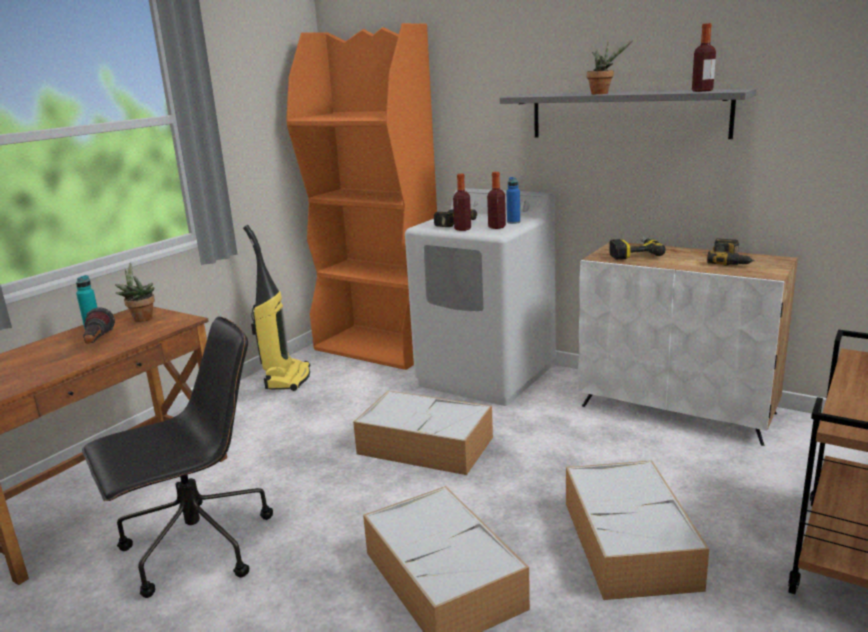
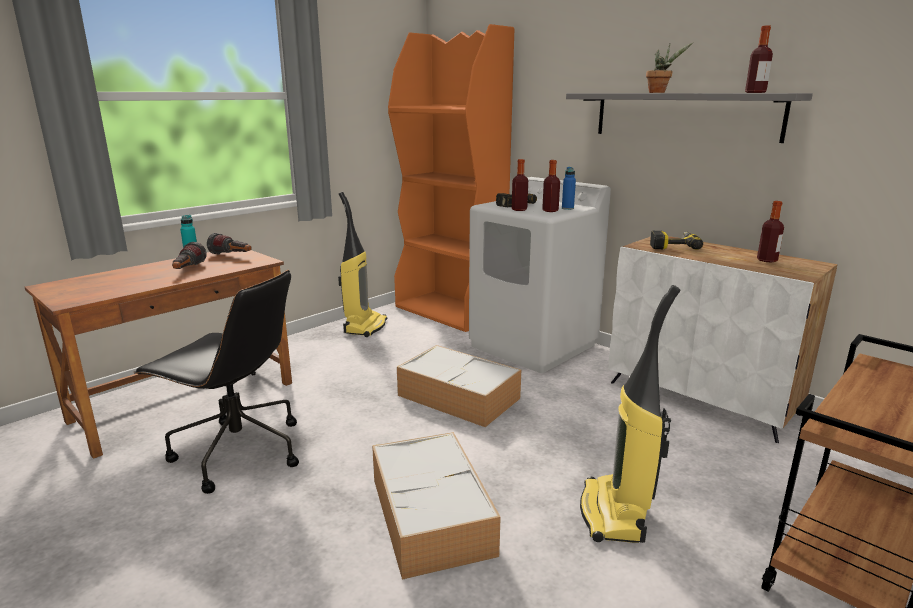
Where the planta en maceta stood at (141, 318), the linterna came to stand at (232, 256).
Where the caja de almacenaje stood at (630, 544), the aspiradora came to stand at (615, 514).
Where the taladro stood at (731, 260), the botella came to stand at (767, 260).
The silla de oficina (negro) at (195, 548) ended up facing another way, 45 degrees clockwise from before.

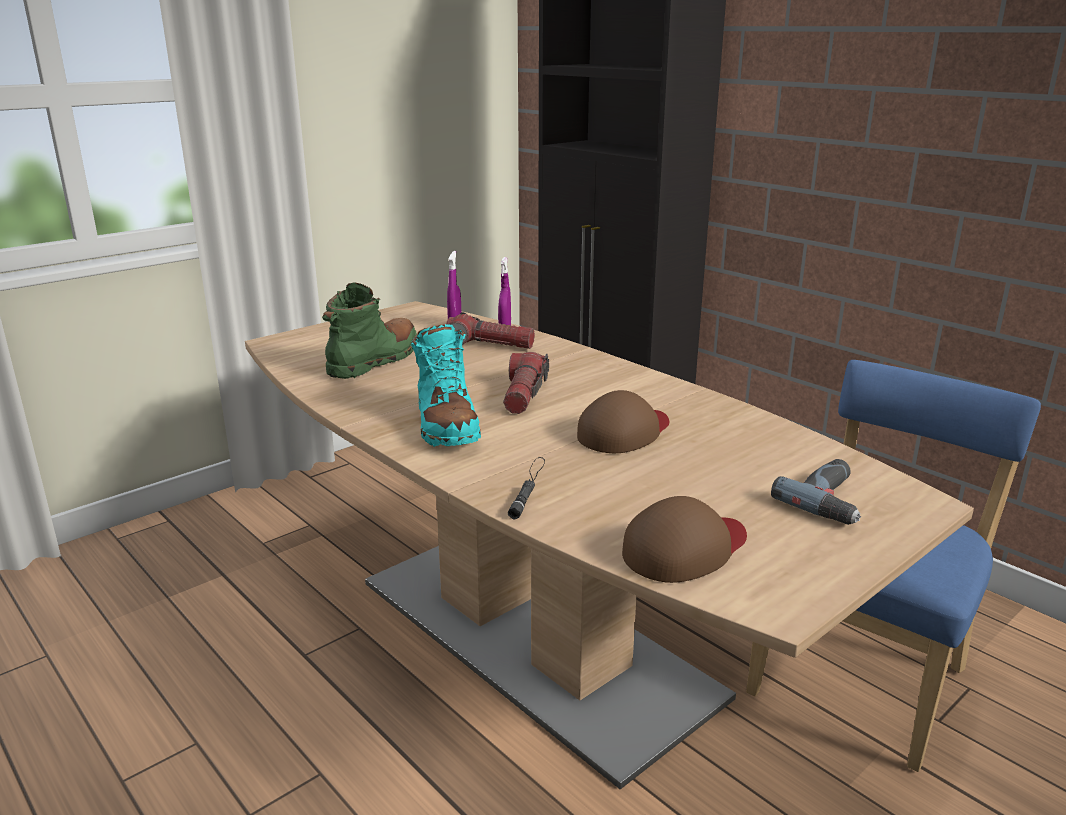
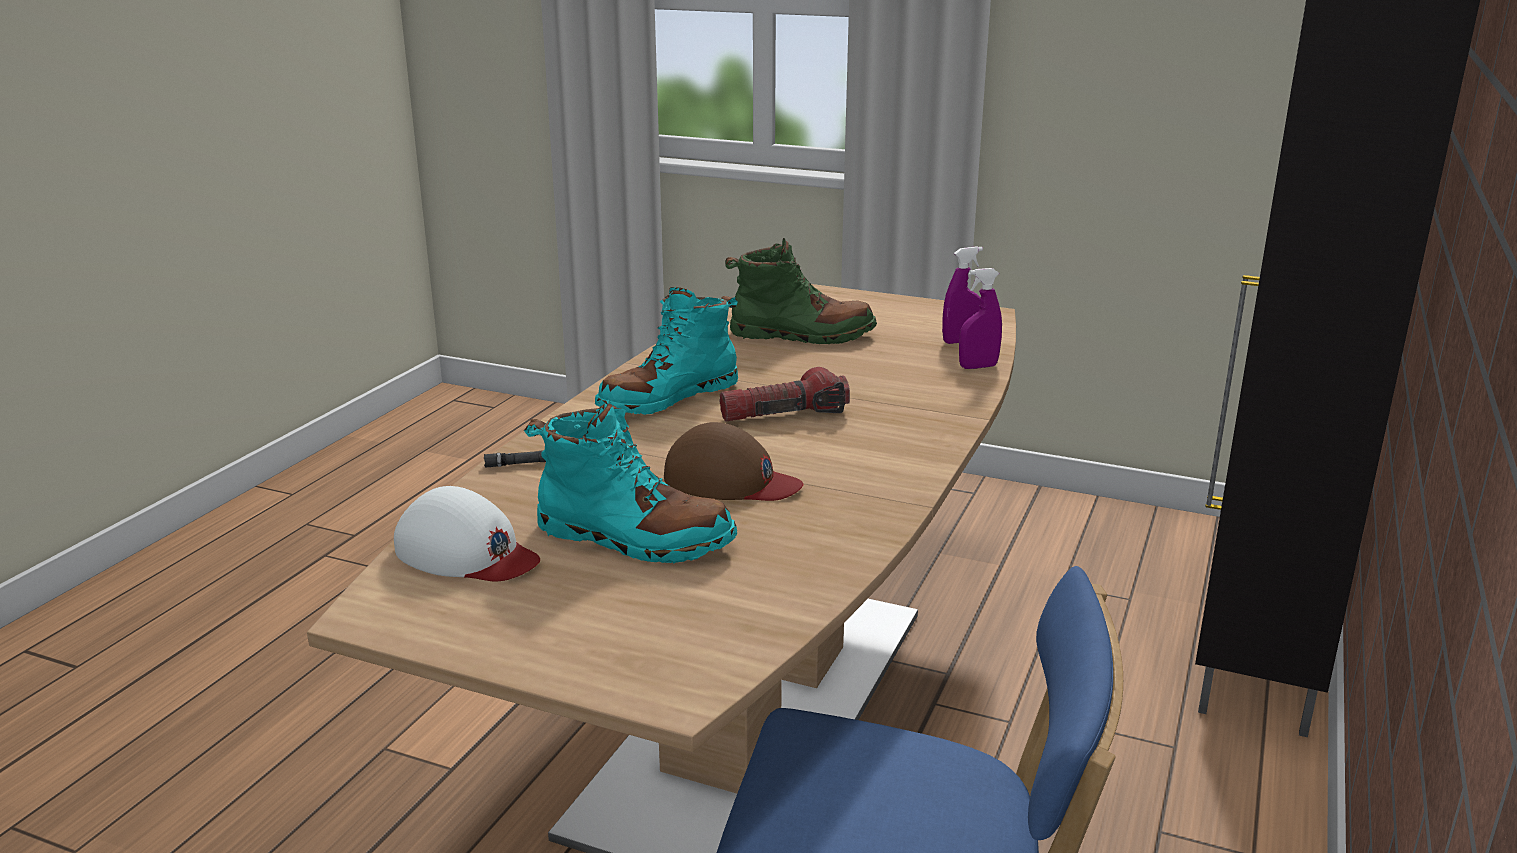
The second view lost the linterna at (490, 344).
The second view lost the taladro at (832, 501).
The second view gained the bota (turquesa) at (633, 538).
What was the gorra (marrón) at (685, 549) turned into the gorra (blanco) at (467, 553).

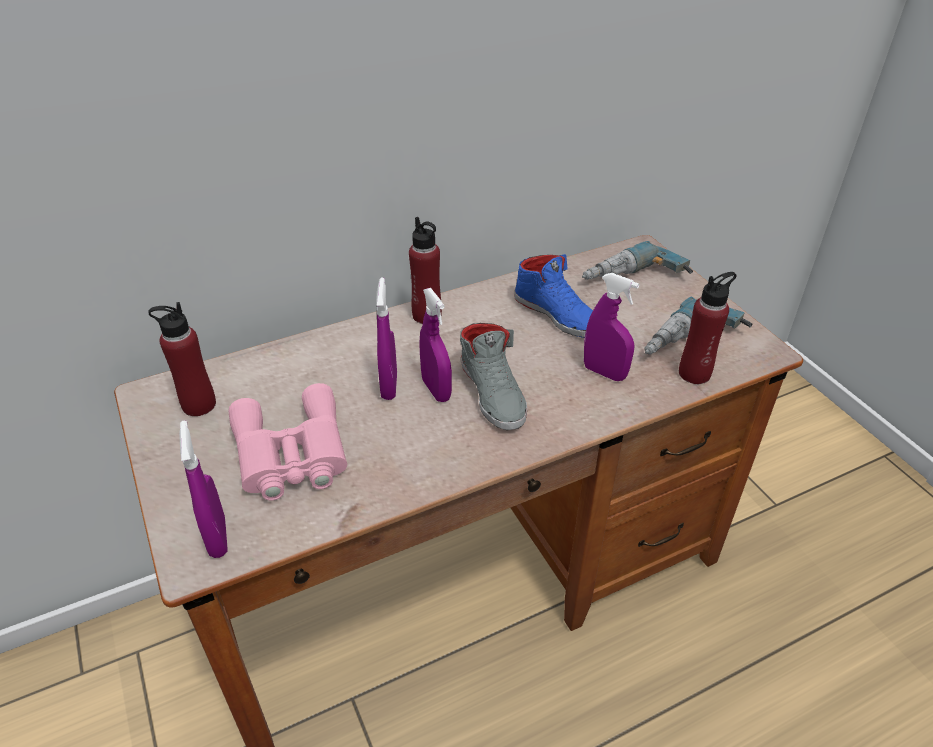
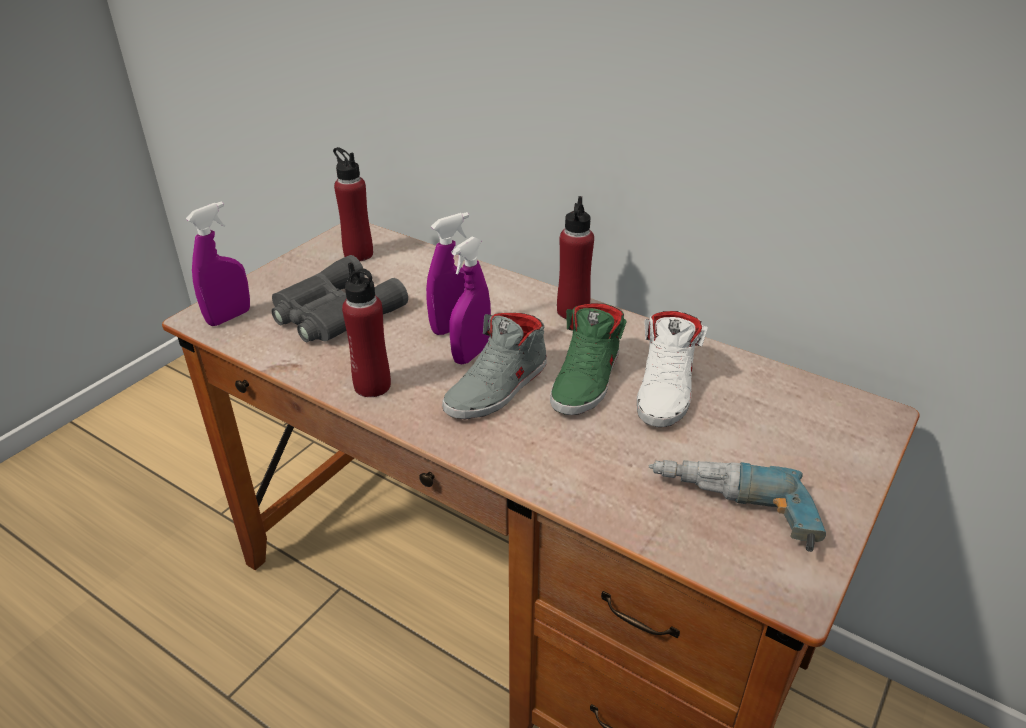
The second view lost the taladro at (635, 280).
The second view lost the pulverizador (morado) at (604, 372).
The second view gained the zapato (verde) at (587, 379).
The botella (rojo) ended up elsewhere, having gone from (694, 373) to (372, 386).
What was the prismáticos (rosa) at (291, 454) turned into the prismáticos (gris) at (334, 313).
What was the zapato (azul) at (558, 314) turned into the zapato (blanco) at (666, 389).

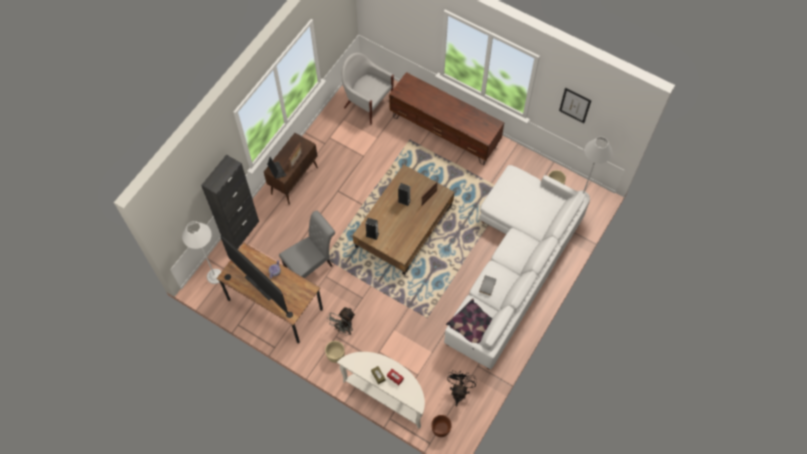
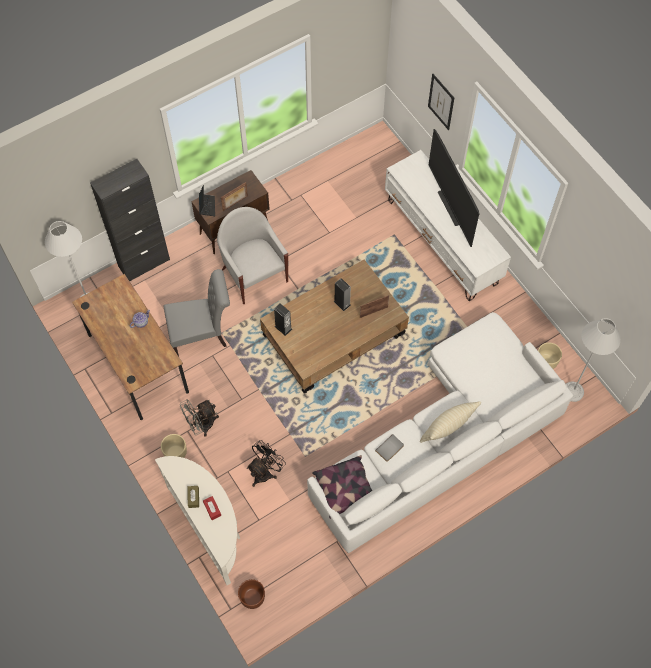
The second view gained the cojín (beis) at (448, 427).
The televisor ended up elsewhere, having gone from (259, 286) to (450, 207).
The sillón (blanco) ended up elsewhere, having gone from (367, 102) to (254, 274).
The ventilador (negro) ended up elsewhere, having gone from (459, 391) to (265, 471).
The cuadro ended up elsewhere, having gone from (575, 105) to (441, 101).
What was the mueble de televisión (marrón) at (445, 131) turned into the mueble de televisión (blanco) at (442, 242).

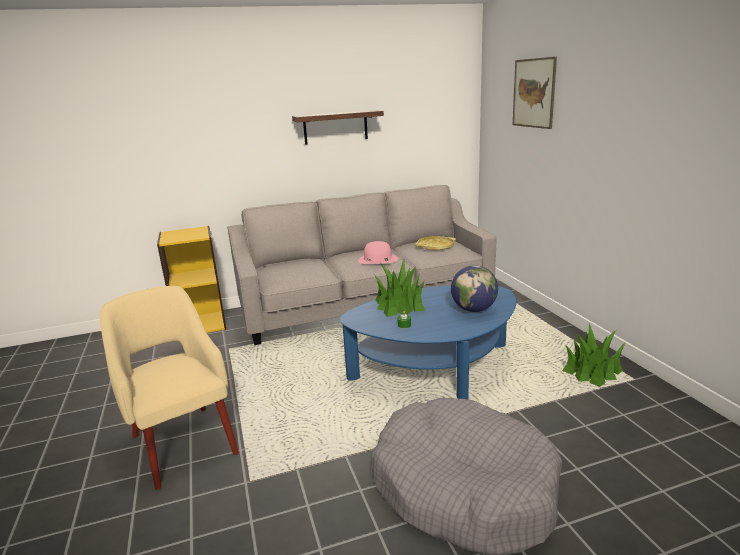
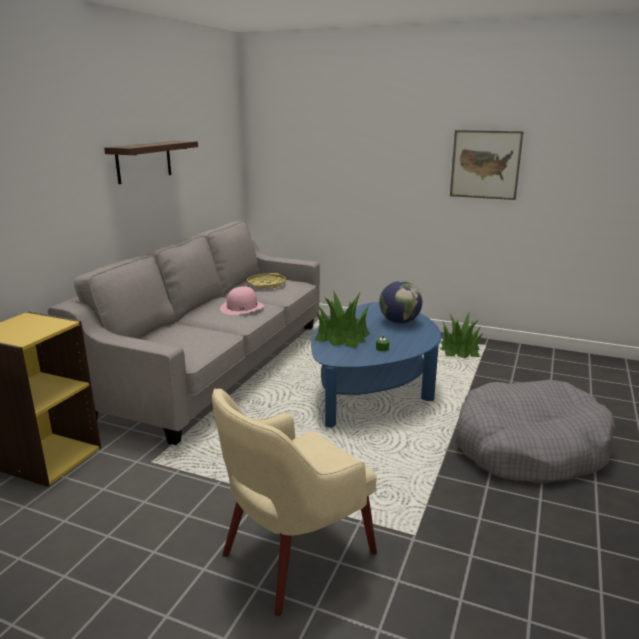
The cuadro ended up elsewhere, having gone from (533, 93) to (485, 164).
The sillón (beis) at (182, 442) ended up facing another way, 45 degrees counterclockwise from before.

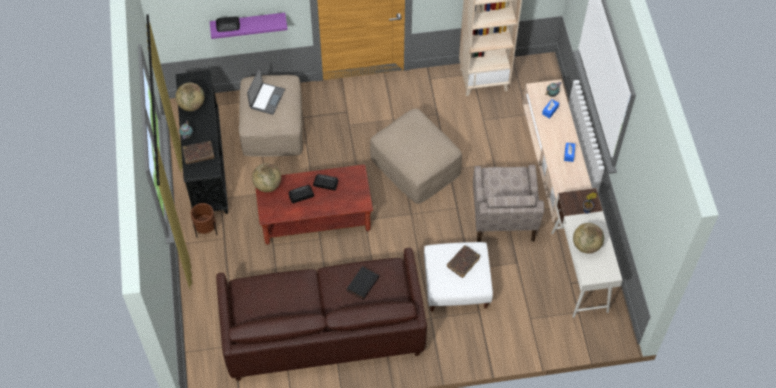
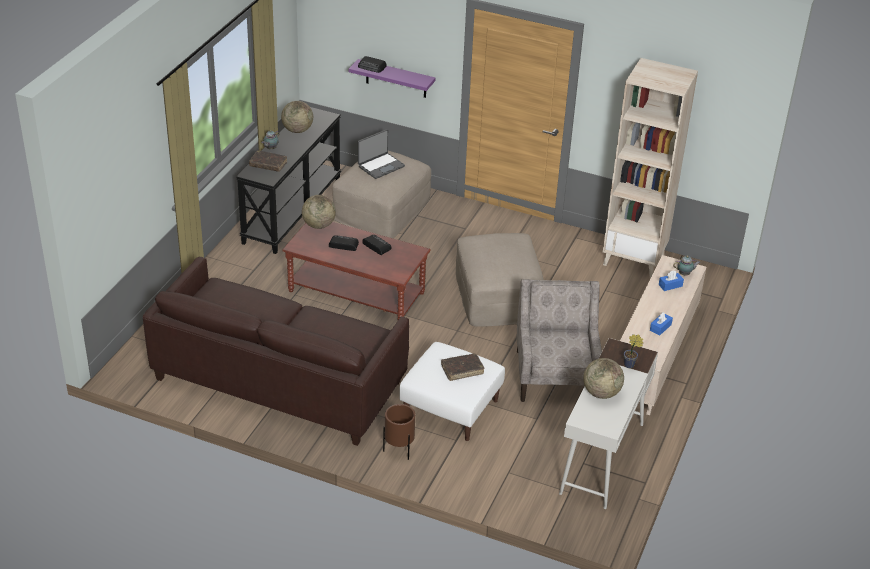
The second view lost the libro (negro) at (362, 283).
The maceta (marrón) ended up elsewhere, having gone from (206, 231) to (398, 450).
The sillón (beis) at (503, 217) ended up facing another way, 150 degrees clockwise from before.

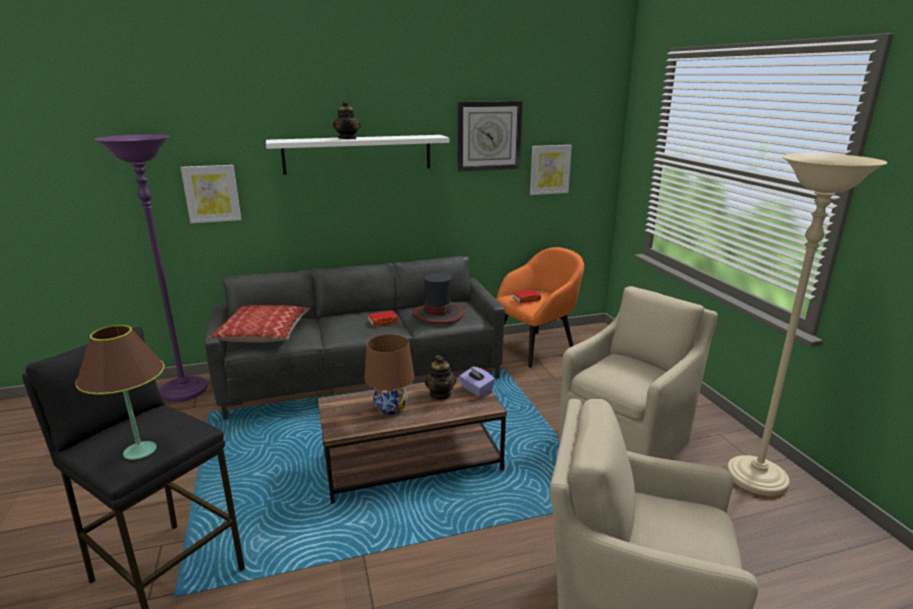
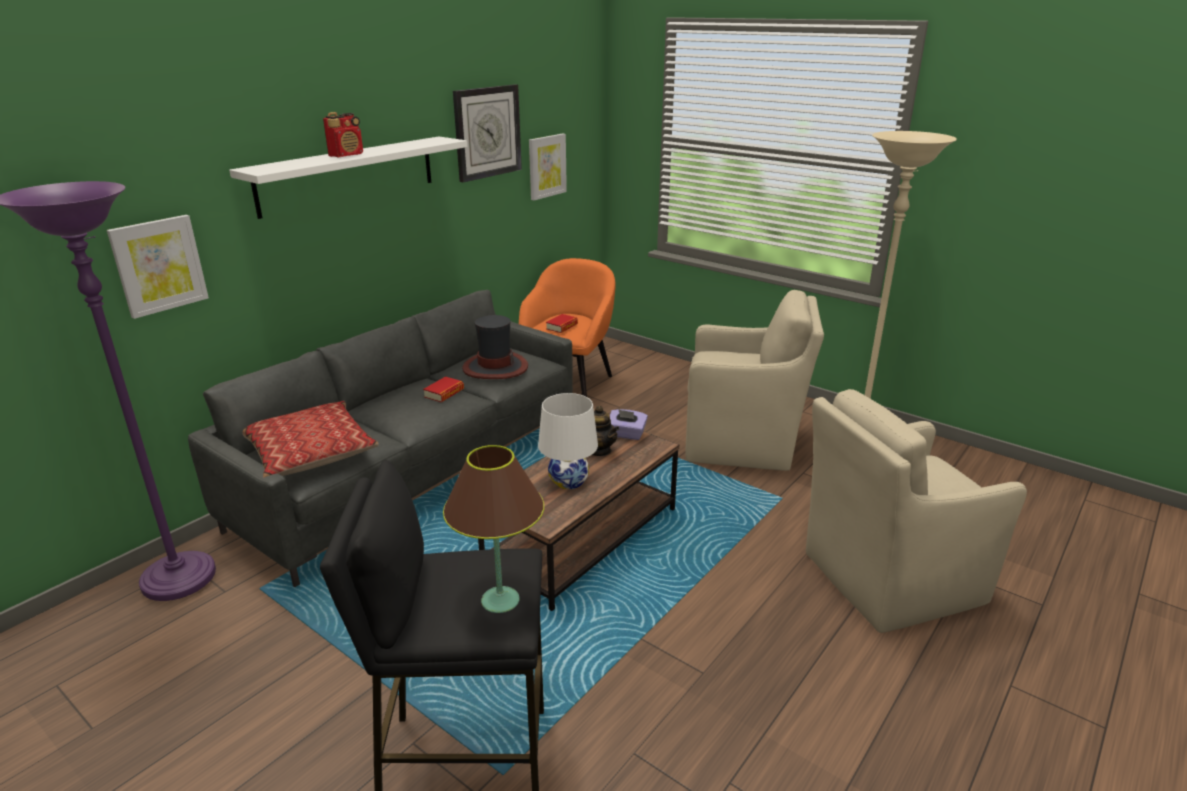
Where the tetera stood at (347, 138), the radio came to stand at (347, 155).
What was the lámpara de mesa (marrón) at (391, 408) turned into the lámpara de mesa (blanco) at (569, 481).
The sillón (beis) at (626, 440) ended up facing another way, 90 degrees clockwise from before.

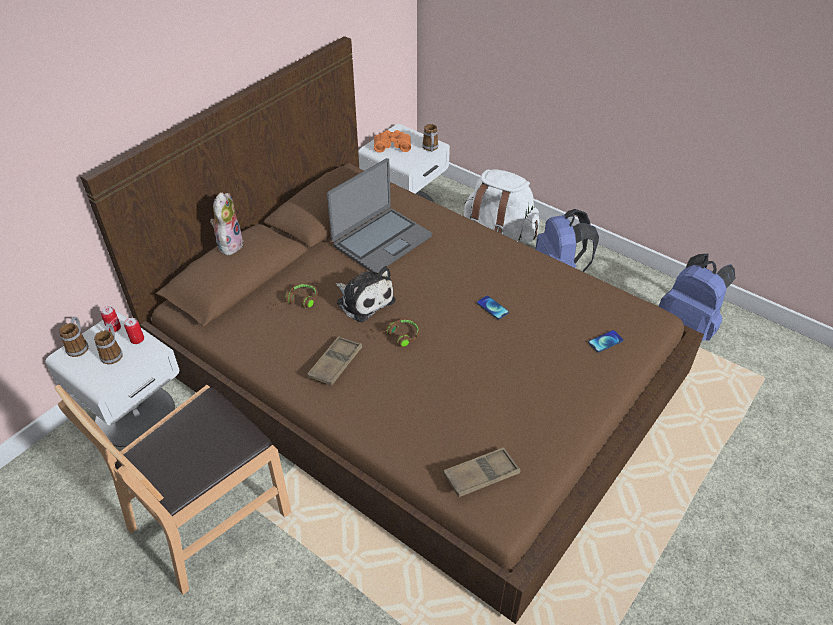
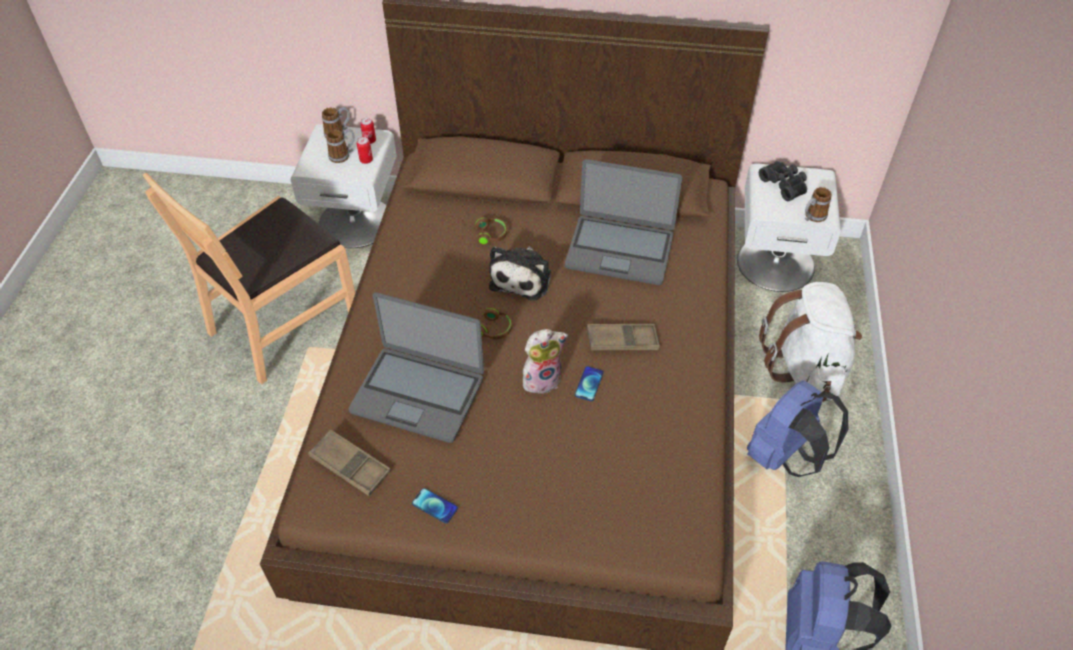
The second view gained the portátil at (418, 393).
The peluche ended up elsewhere, having gone from (229, 244) to (542, 379).
The bandeja (marrón) ended up elsewhere, having gone from (335, 364) to (622, 341).
The móvil ended up elsewhere, having gone from (605, 341) to (435, 506).
What was the prismáticos (naranja) at (392, 145) turned into the prismáticos (negro) at (785, 184).
The silla (marrón) at (209, 518) ended up facing another way, 60 degrees counterclockwise from before.

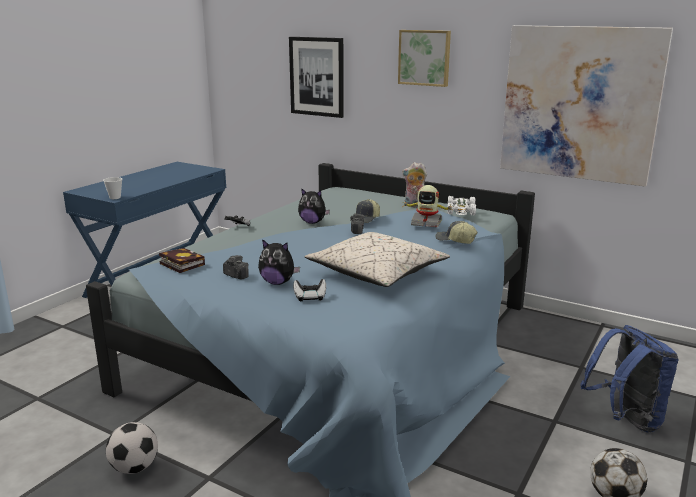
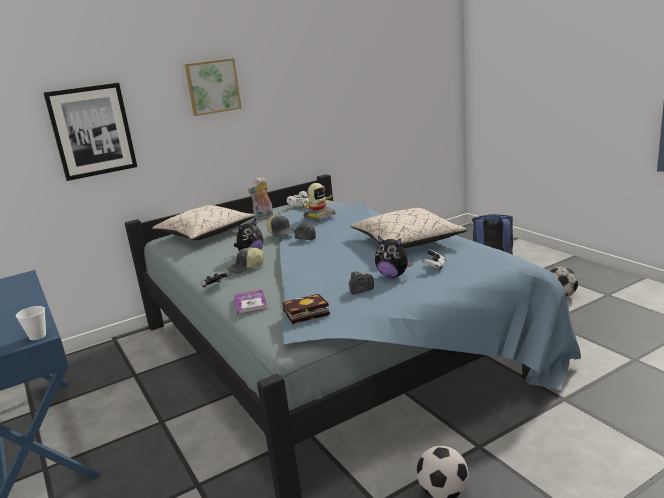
The second view lost the cuadro at (579, 104).
The second view gained the cojín (beis) at (205, 234).
The second view gained the libro at (250, 303).
The gorra ended up elsewhere, having gone from (455, 240) to (246, 268).
The peluche at (278, 282) ended up facing another way, 75 degrees clockwise from before.

